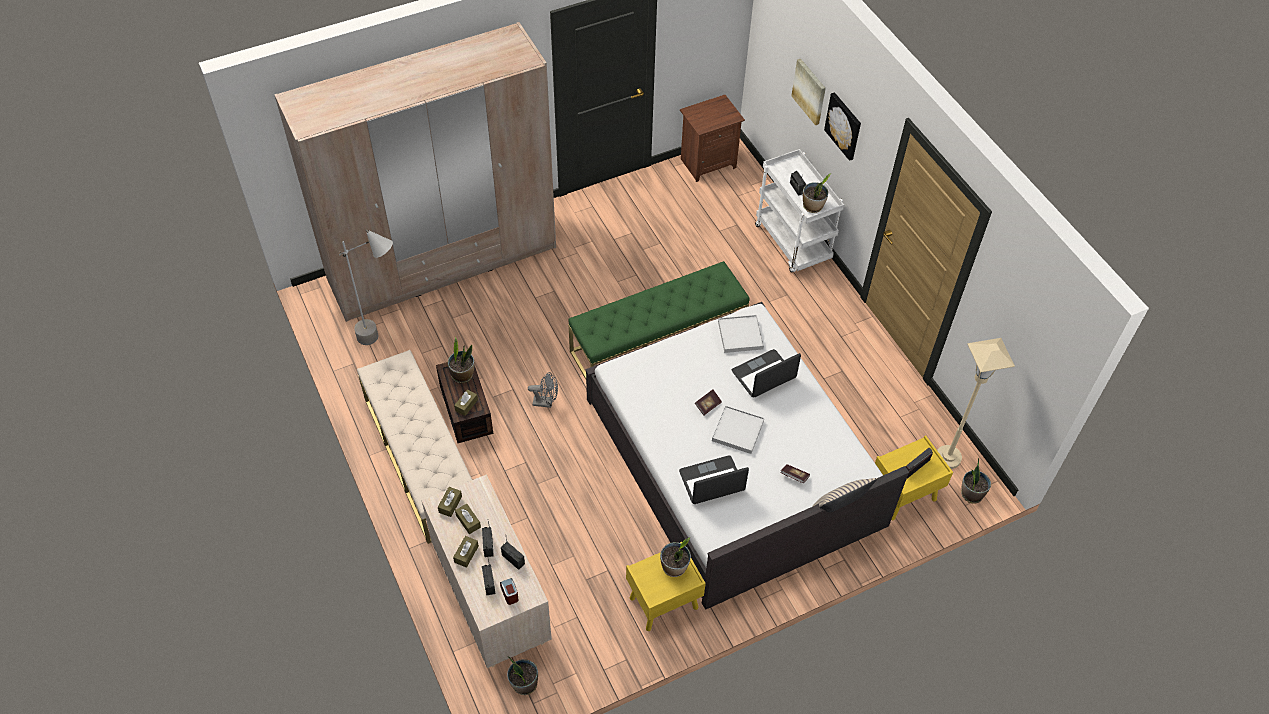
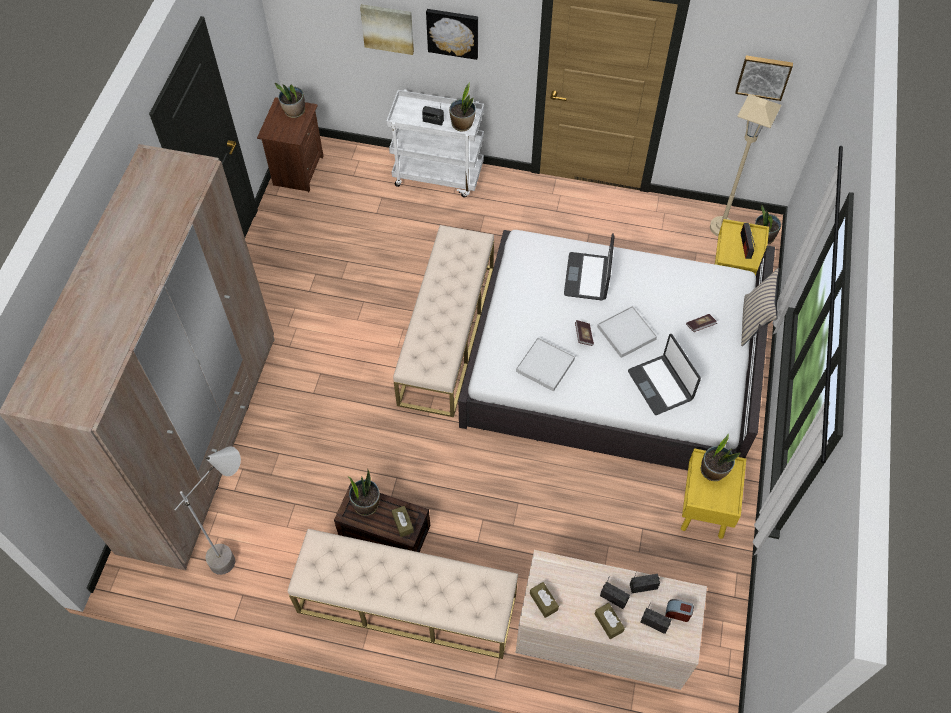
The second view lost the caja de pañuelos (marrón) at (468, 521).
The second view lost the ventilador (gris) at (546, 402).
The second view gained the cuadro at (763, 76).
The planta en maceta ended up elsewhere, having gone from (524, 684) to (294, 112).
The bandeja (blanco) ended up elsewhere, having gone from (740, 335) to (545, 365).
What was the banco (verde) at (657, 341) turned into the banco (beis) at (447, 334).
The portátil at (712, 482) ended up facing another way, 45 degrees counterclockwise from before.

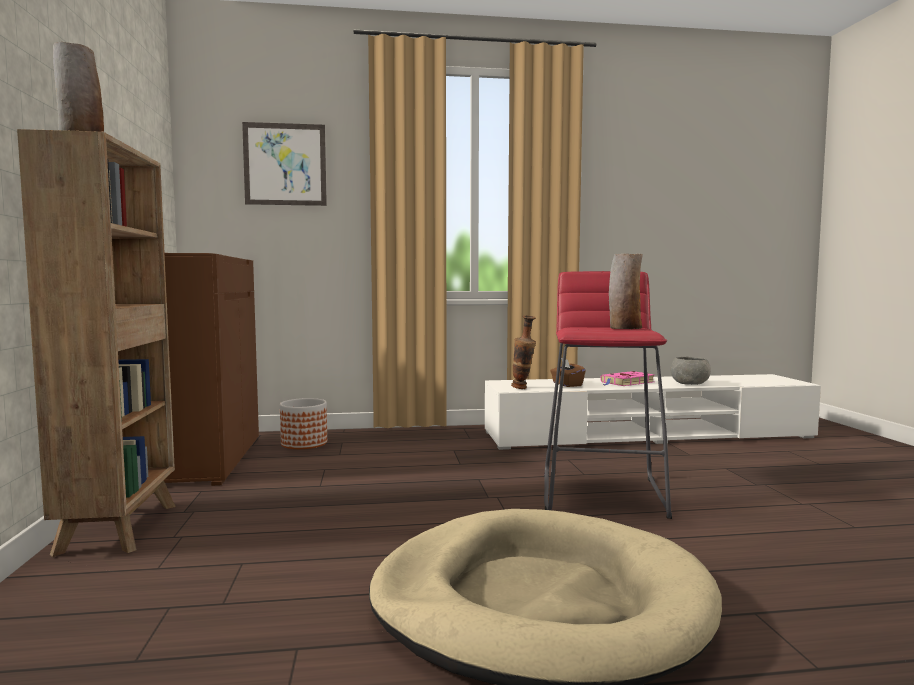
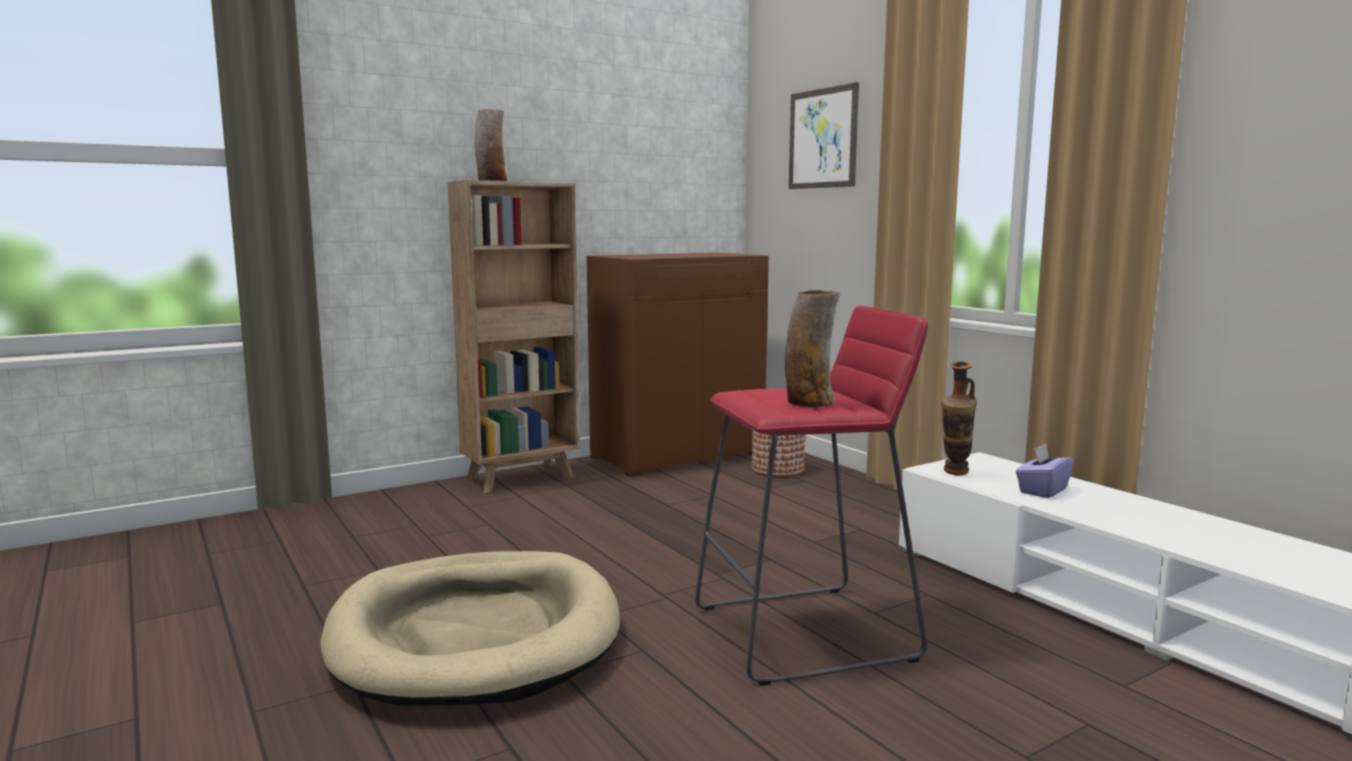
The second view lost the libro (rosa) at (626, 382).
The second view lost the cuenco (gris) at (689, 384).
What was the caja de pañuelos (marrón) at (567, 384) turned into the caja de pañuelos (morado) at (1042, 490).

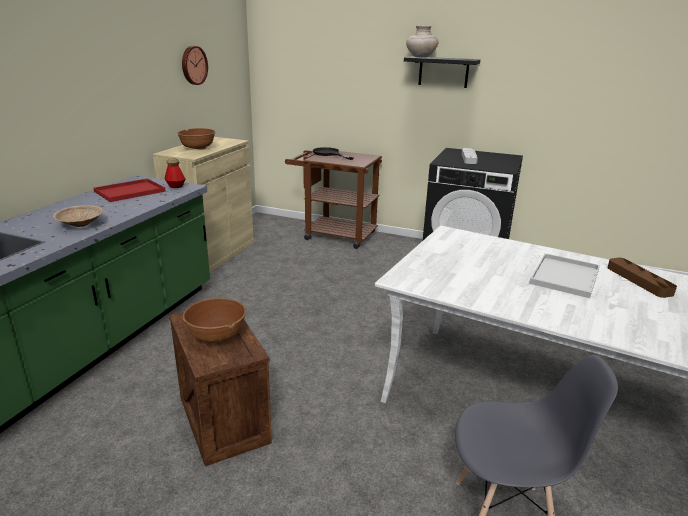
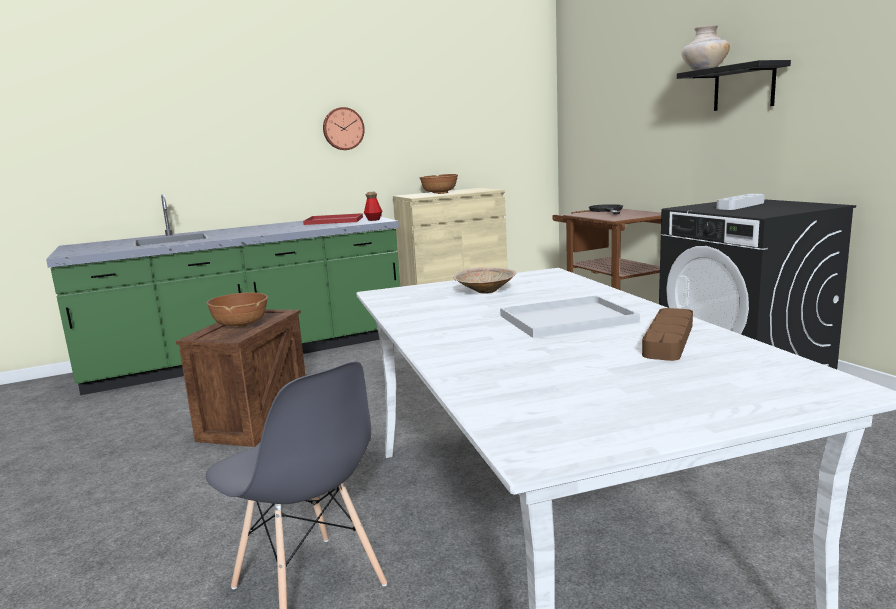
The cuenco (beis) ended up elsewhere, having gone from (80, 225) to (484, 292).
The reloj de pared ended up elsewhere, having gone from (193, 65) to (343, 129).

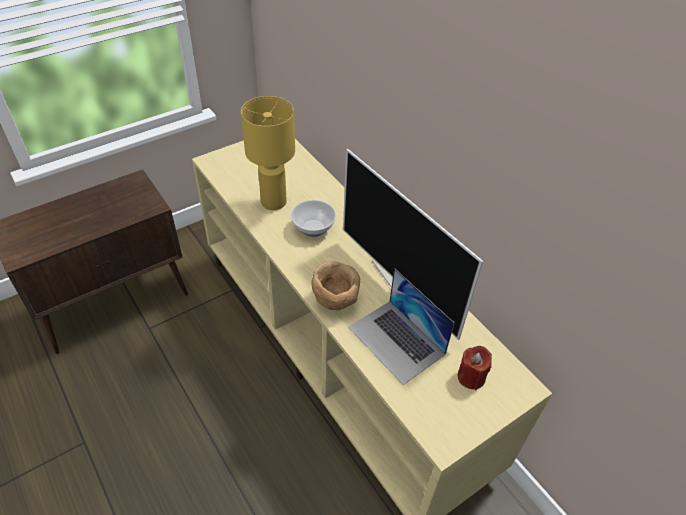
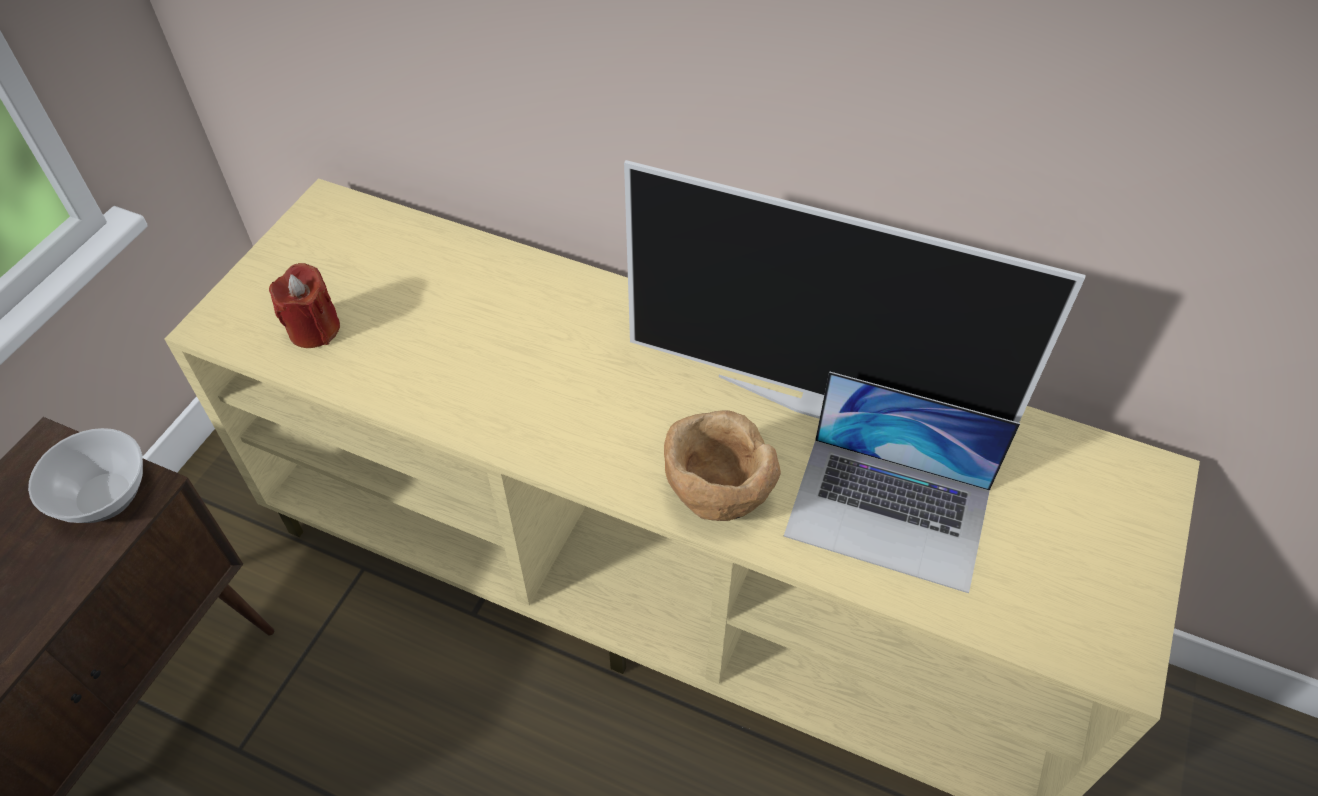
The second view lost the lámpara de mesa (amarillo) at (274, 202).
The cuenco ended up elsewhere, having gone from (312, 228) to (102, 497).
The vela (rojo) ended up elsewhere, having gone from (471, 377) to (314, 329).

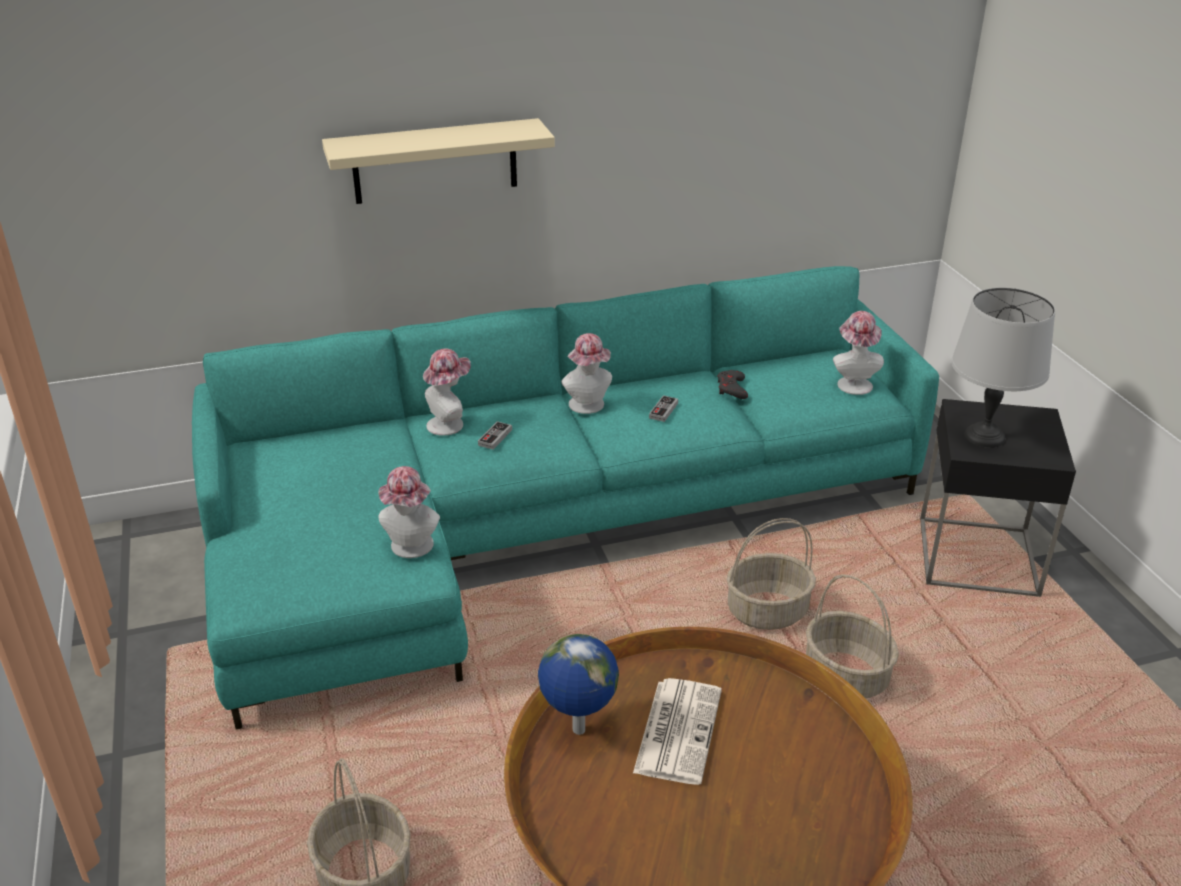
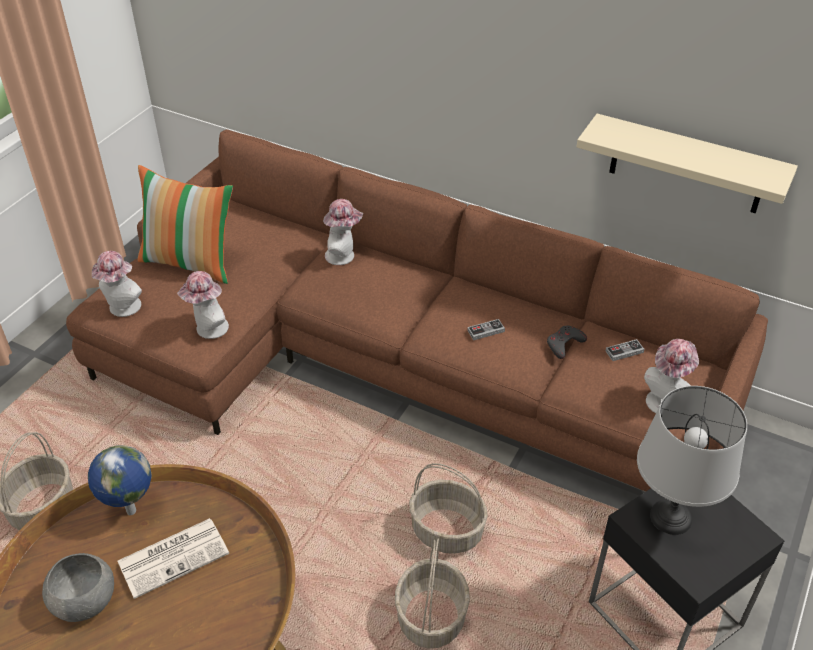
The second view gained the cuenco (gris) at (84, 601).
The second view gained the cojín at (190, 262).
The estante (beis) ended up elsewhere, having gone from (435, 161) to (687, 165).
The mando de consola ended up elsewhere, having gone from (495, 437) to (624, 352).
The sombrero ended up elsewhere, having gone from (588, 407) to (123, 309).
What was the sofá (turquesa) at (541, 526) turned into the sofá (marrón) at (392, 365).

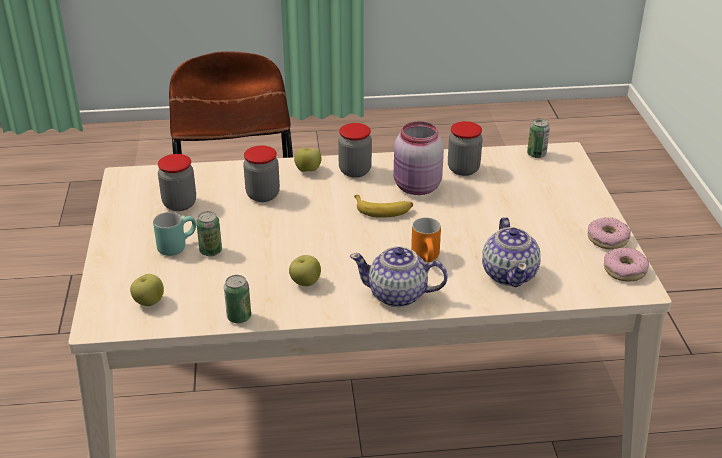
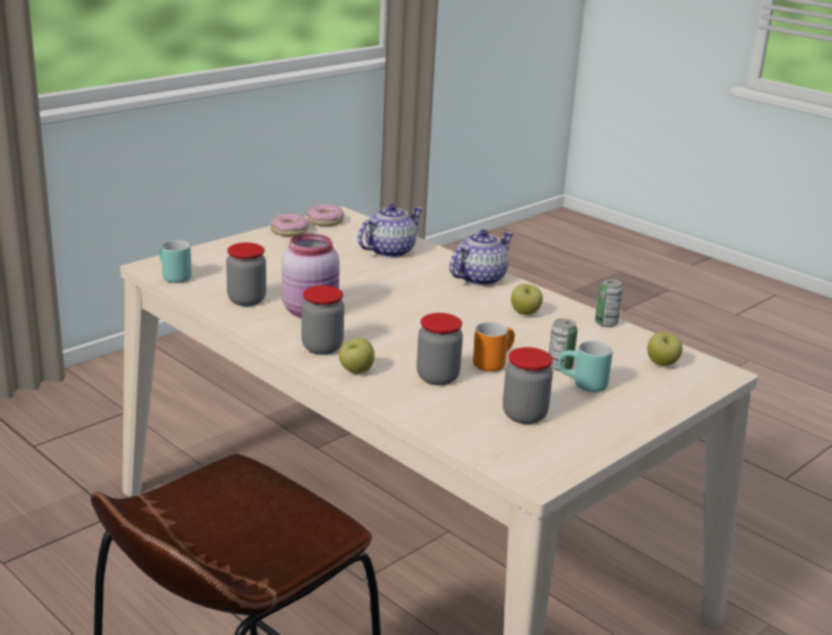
The second view lost the plátano at (383, 210).
The taza grande (naranja) ended up elsewhere, having gone from (428, 259) to (492, 362).
Where the lata stood at (536, 154), the taza grande (turquesa) came to stand at (171, 277).
The tetera at (398, 295) ended up facing another way, 105 degrees counterclockwise from before.

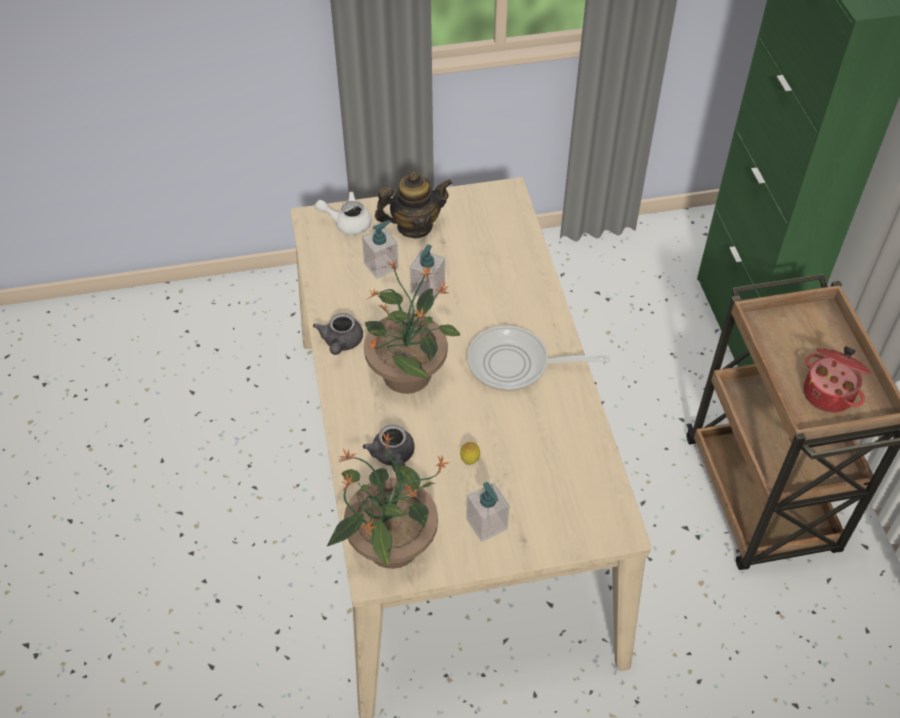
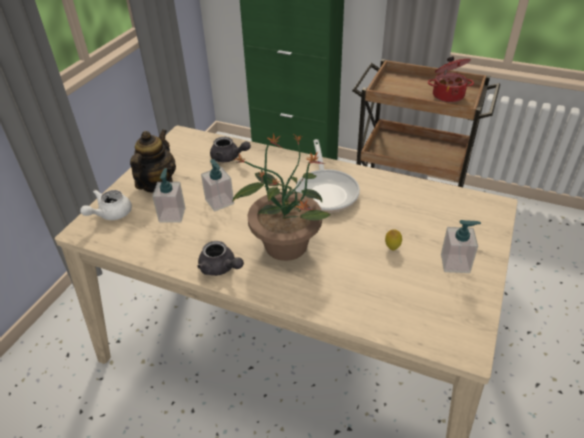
The second view lost the planta en maceta at (390, 545).
The tetera (gris) ended up elsewhere, having gone from (393, 457) to (229, 158).
The sartén at (515, 364) ended up facing another way, 45 degrees counterclockwise from before.

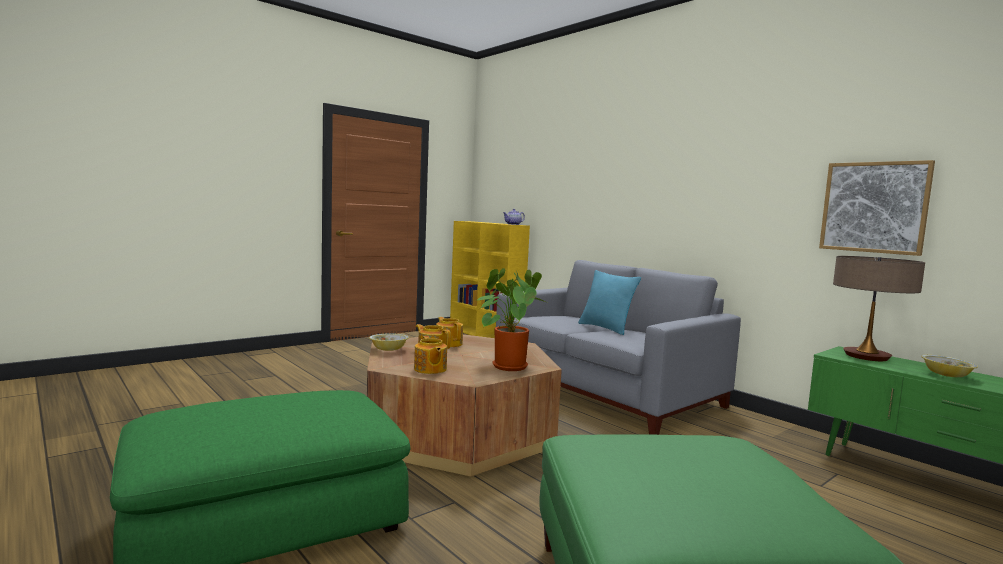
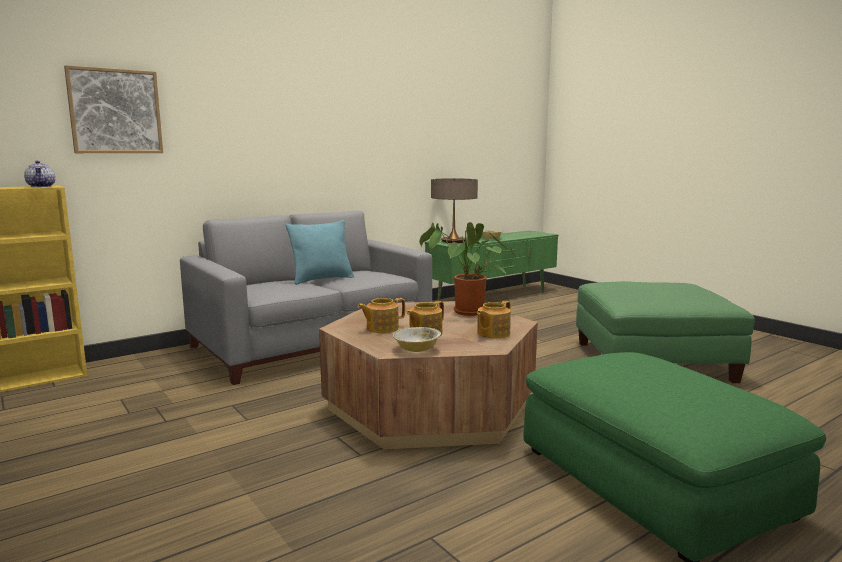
The cuadro ended up elsewhere, having gone from (874, 207) to (115, 111).
The tetera at (430, 369) ended up facing another way, 150 degrees clockwise from before.

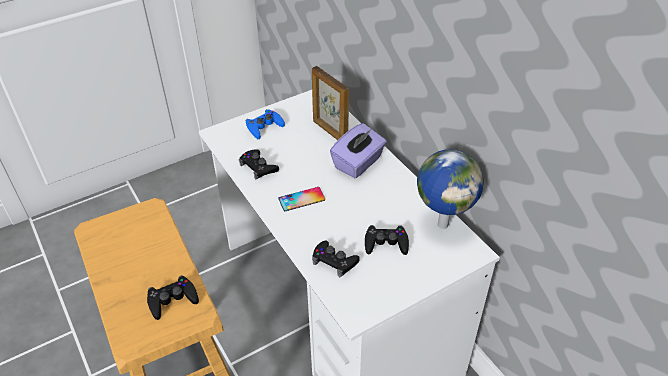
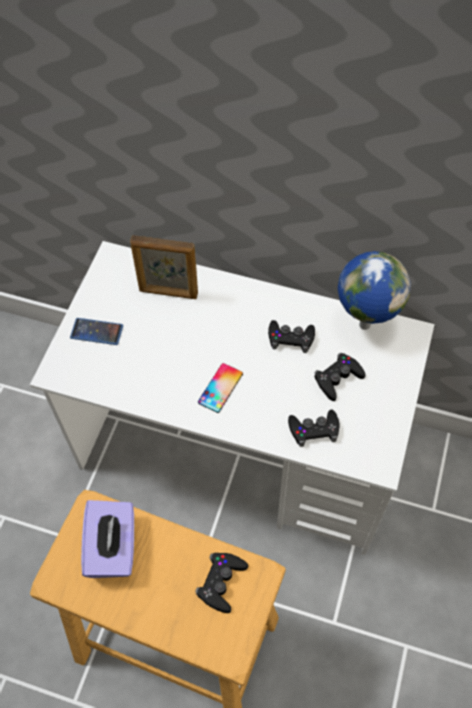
The mando de consola (negro) ended up elsewhere, having gone from (258, 167) to (290, 338).
The caja de pañuelos (morado) ended up elsewhere, having gone from (358, 163) to (113, 548).
Where the mando de consola (azul) stood at (264, 127), the móvil came to stand at (97, 332).

